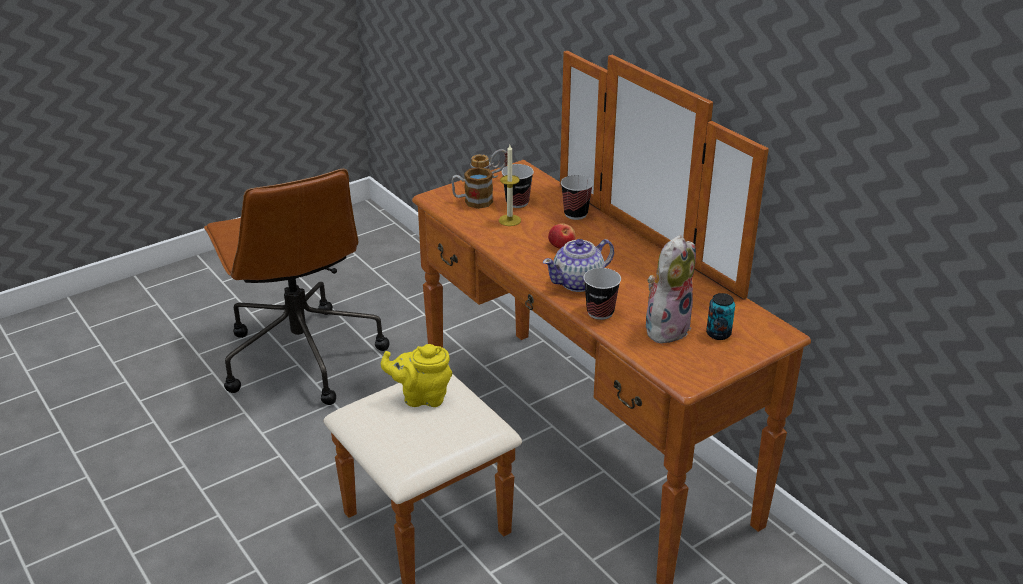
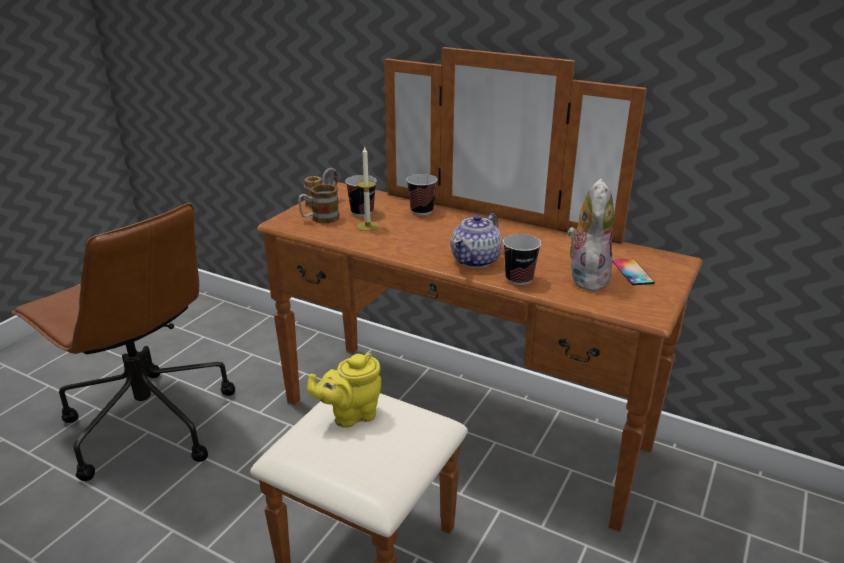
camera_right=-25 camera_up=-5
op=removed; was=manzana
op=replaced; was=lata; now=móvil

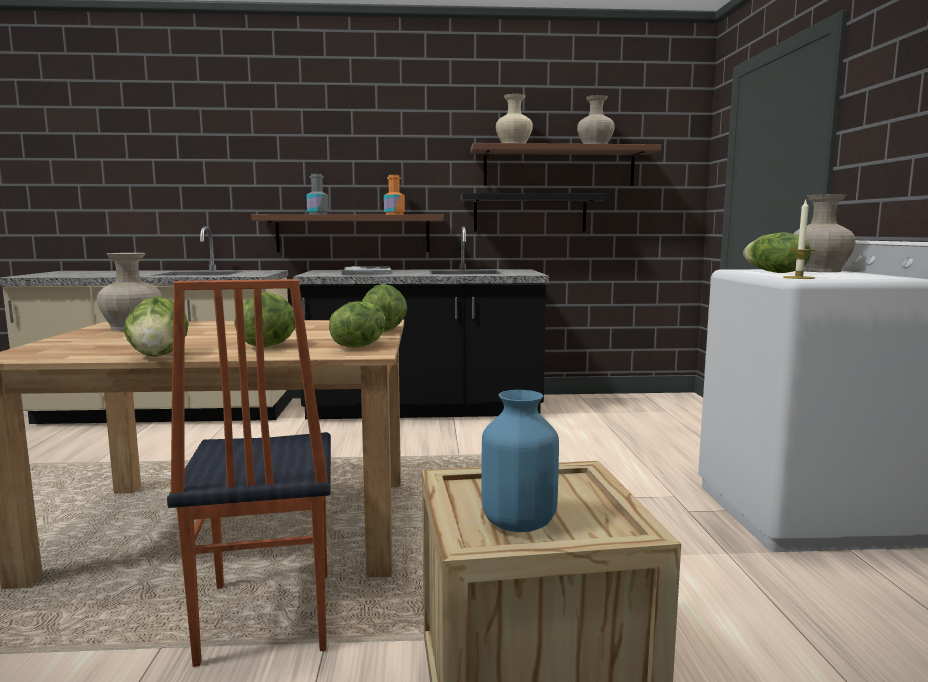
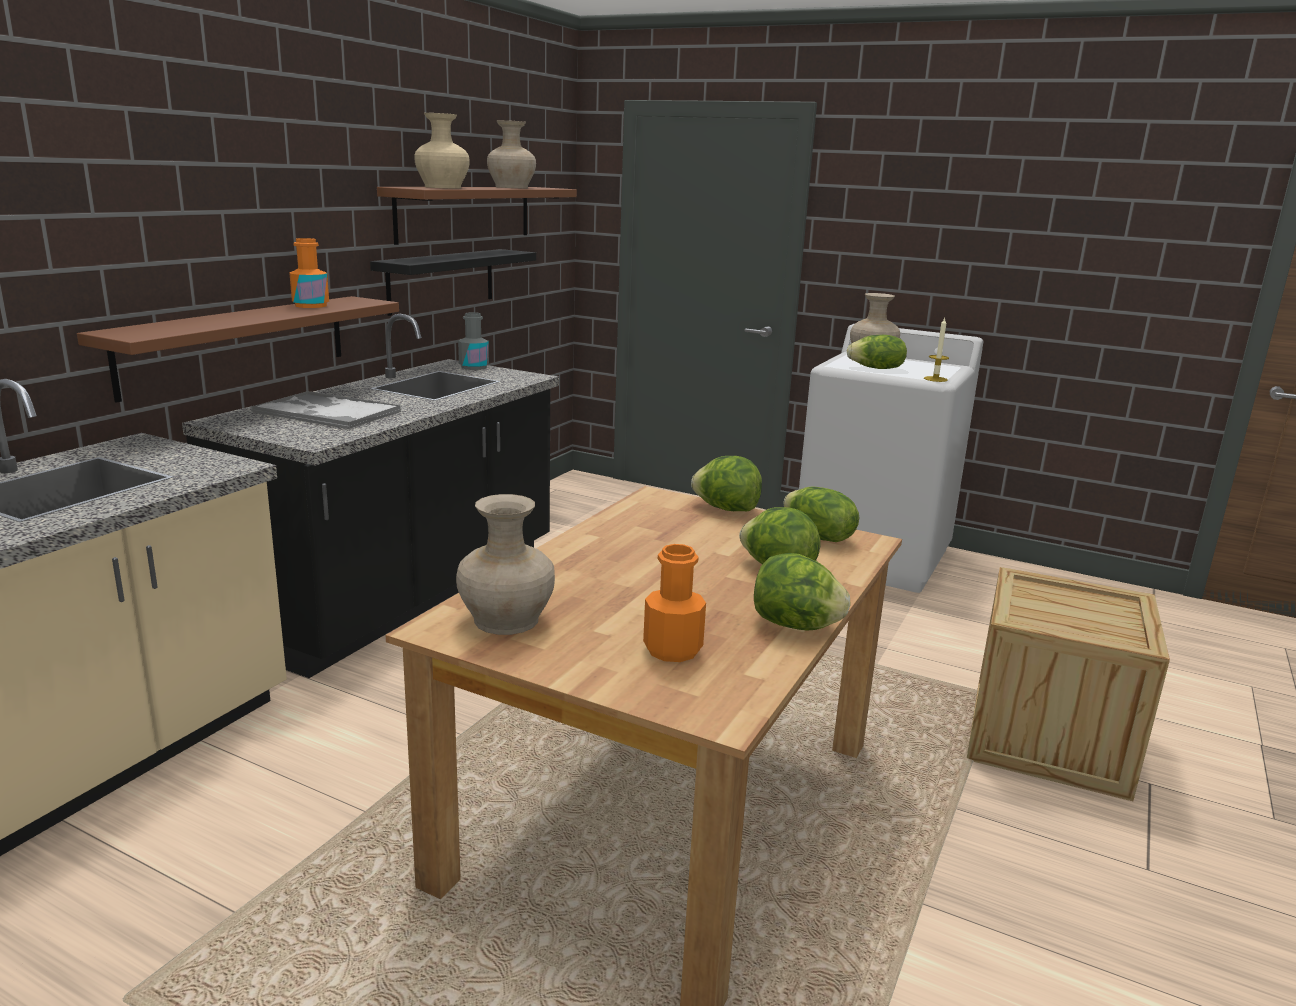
camera_right=-60 camera_up=10
op=moved; was=botella [gris]
op=removed; was=silla
op=removed; was=florero [azul]
op=added; now=botella [naranja] (2nd from left)

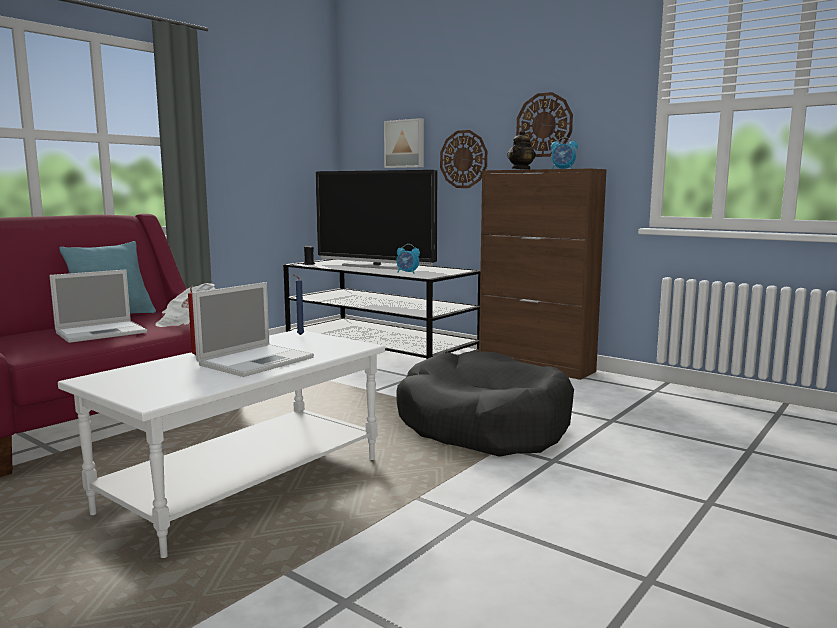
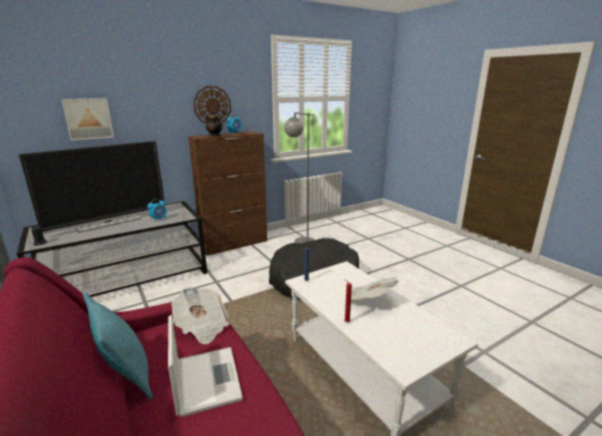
camera_right=-70 camera_up=10
op=removed; was=reloj de pared (1st from left)
op=replaced; was=portátil (2nd from left); now=periódico (2nd from left)
op=added; now=lámpara de pie [gris]

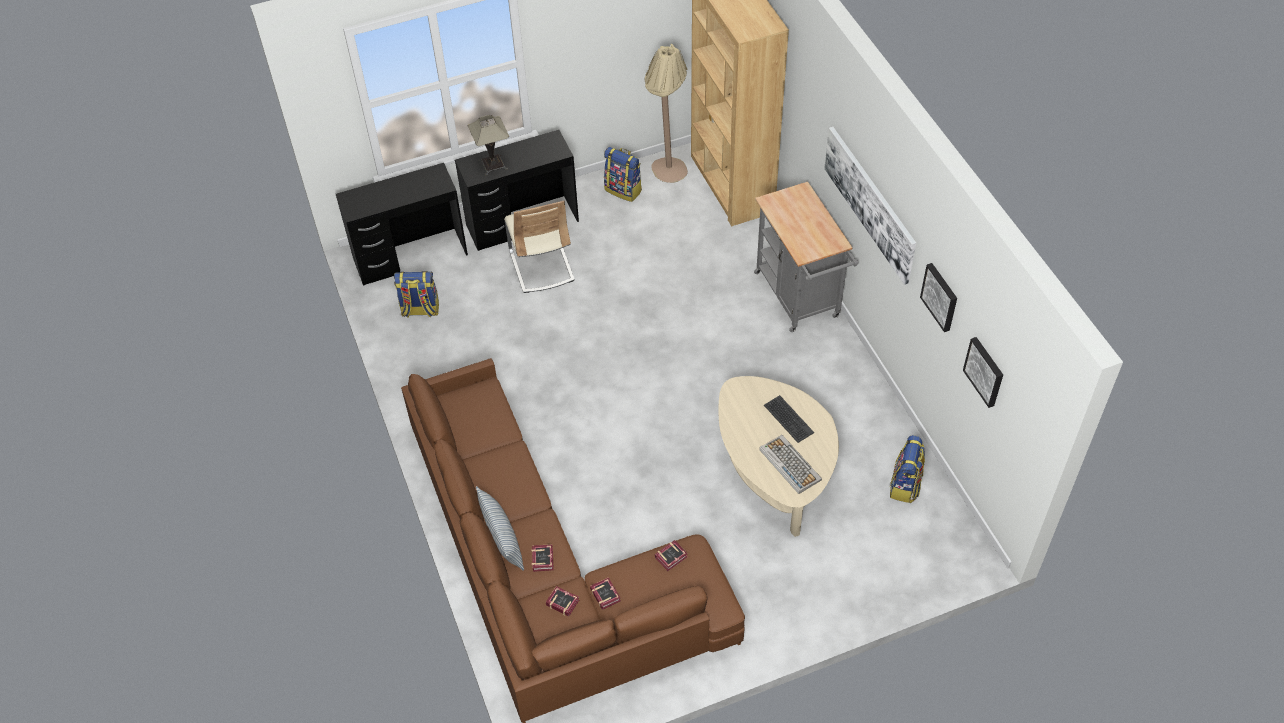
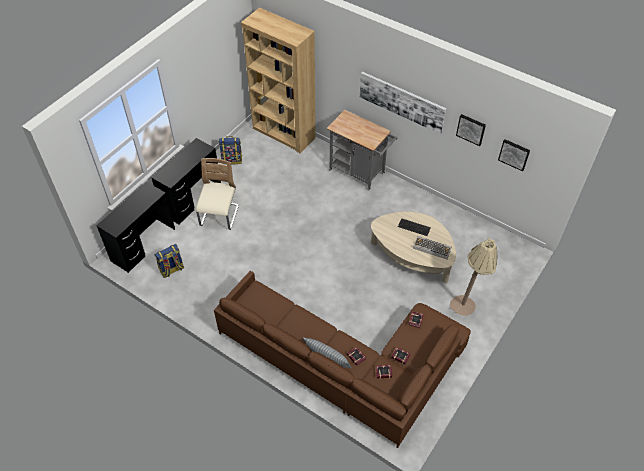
camera_right=-35 camera_up=0
op=moved; was=lámpara de pie [beis]
op=removed; was=lámpara de mesa
op=turned; was=silla [beis]; clockwise=-120
op=removed; was=mochila (3rd from left)

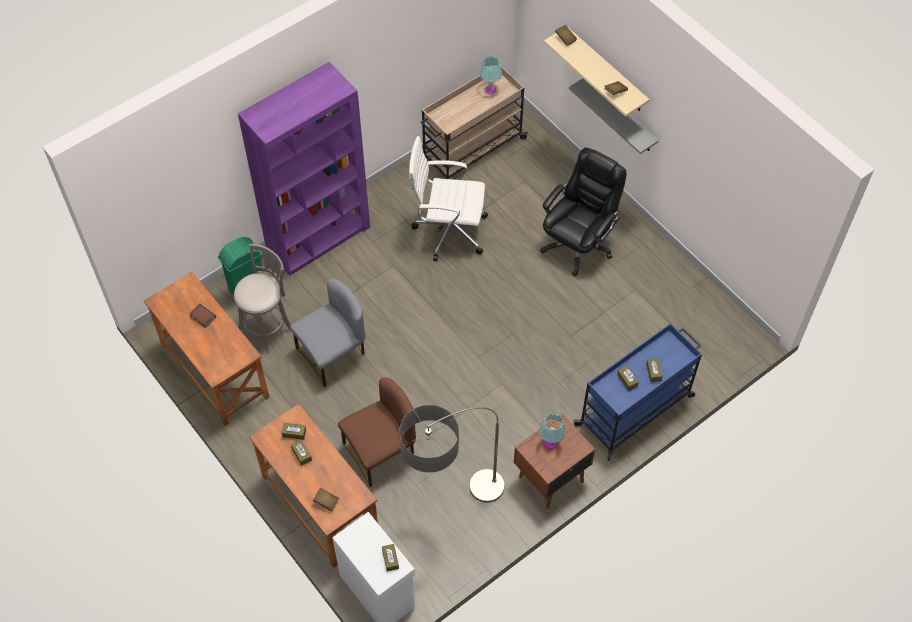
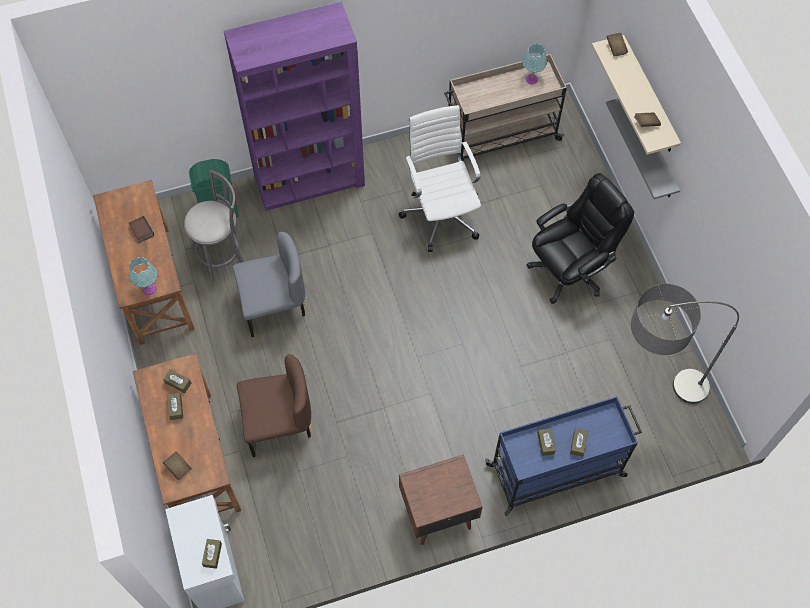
camera_right=20 camera_up=5
op=turned; was=silla de oficina [blanco]; clockwise=45
op=moved; was=lámpara de pie
op=moved; was=lámpara de mesa [turquesa] (2nd from left in the first image); now=lámpara de mesa [turquesa] (1st from left)

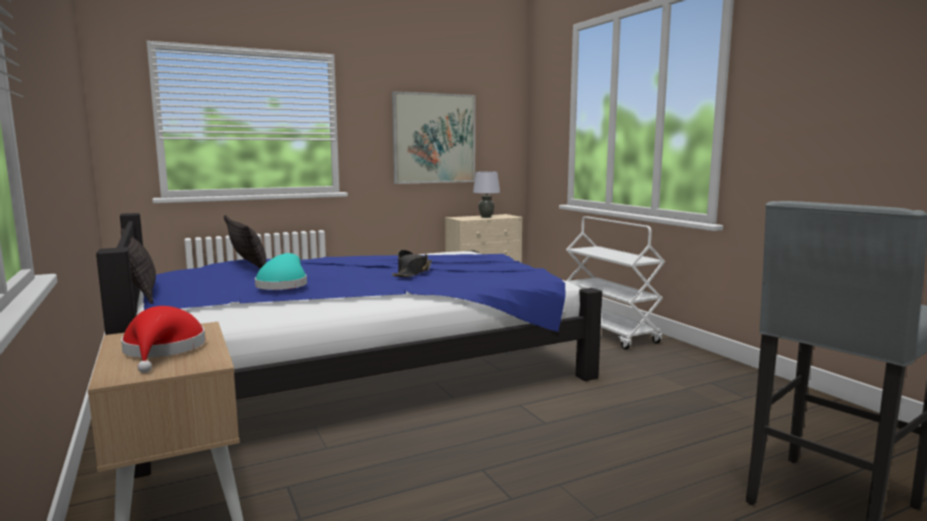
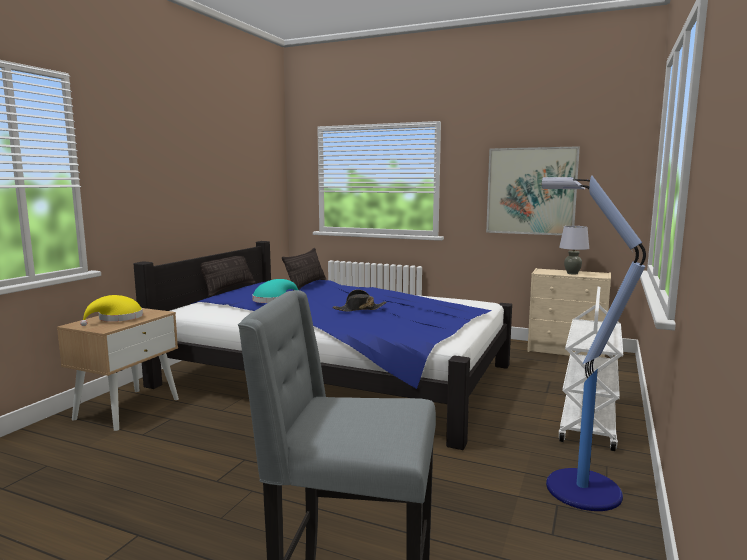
camera_right=50 camera_up=0
op=recoloured; was=sombrero [rojo]; now=sombrero [amarillo]
op=added; now=lámpara de pie

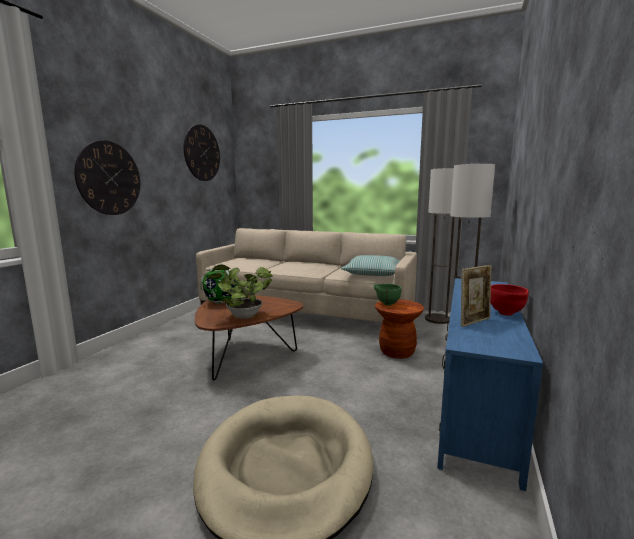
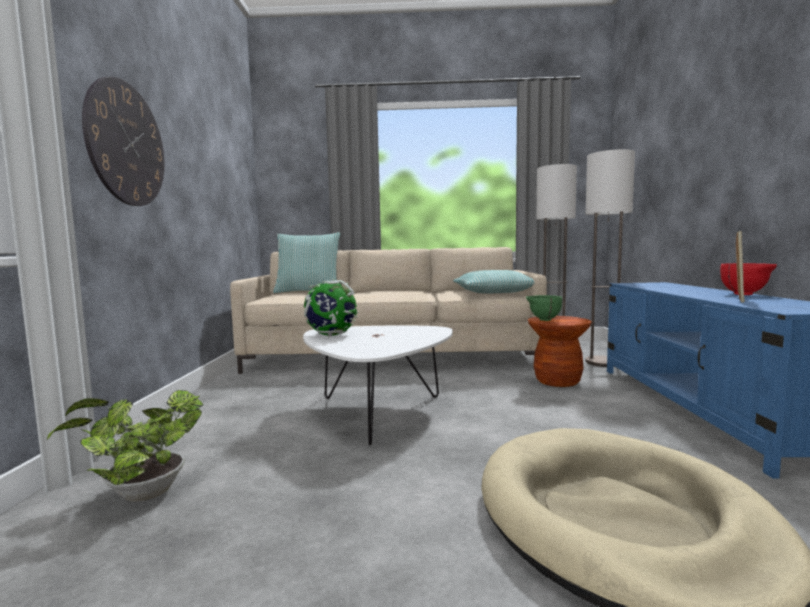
camera_right=-20 camera_up=-5
op=removed; was=reloj de pared (2nd from left)
op=moved; was=planta en maceta
op=recoloured; was=mesa de centro [marrón]; now=mesa de centro [blanco]
op=added; now=cojín (1st from left)

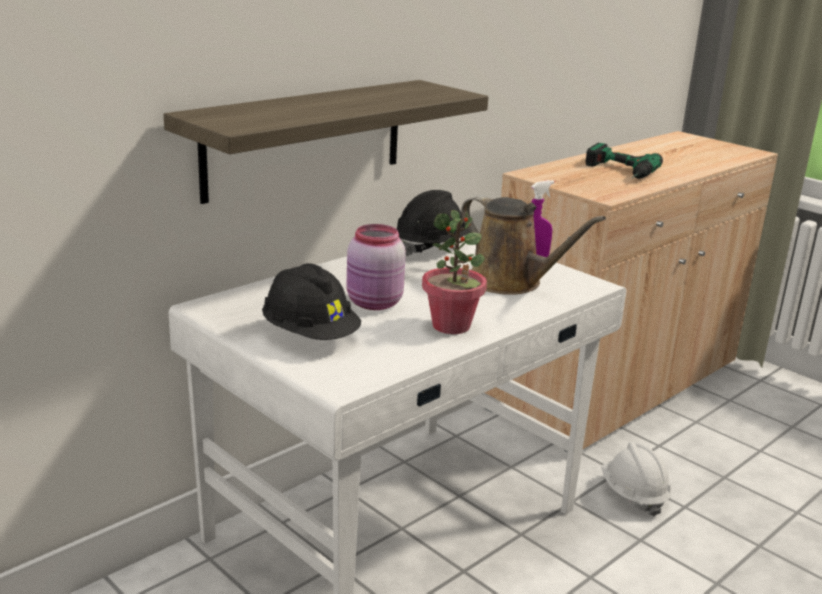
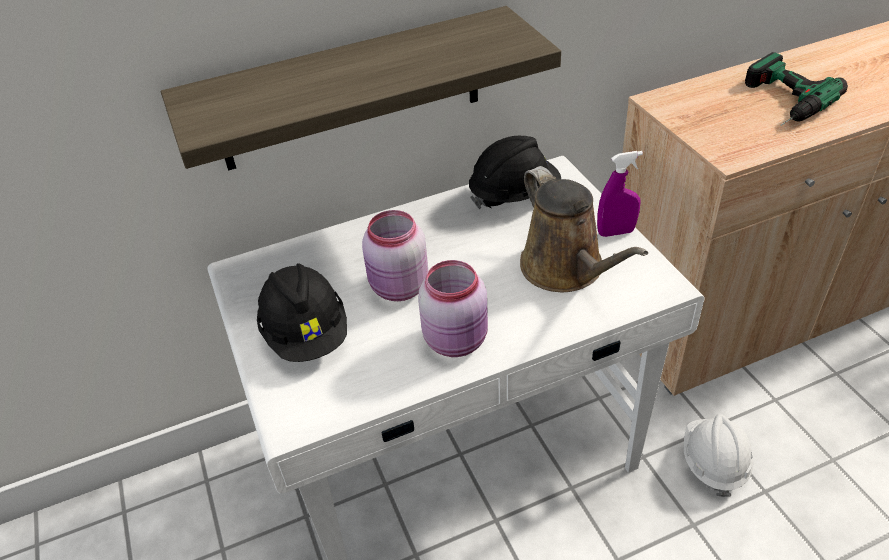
camera_right=25 camera_up=20
op=replaced; was=planta en maceta; now=tarro [rosa] (2nd from left)

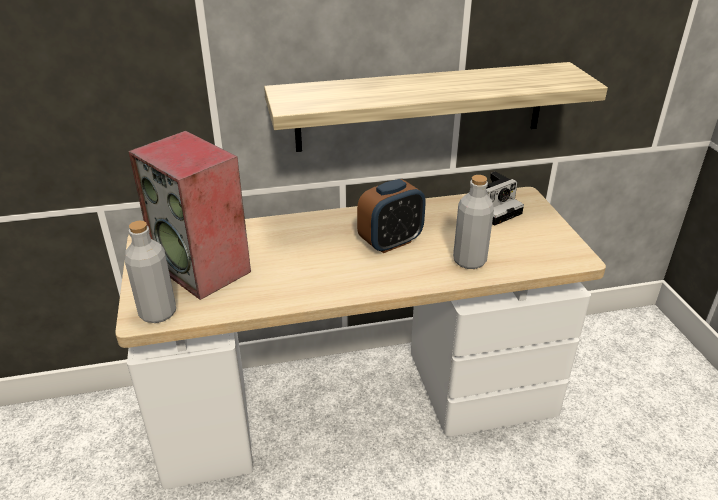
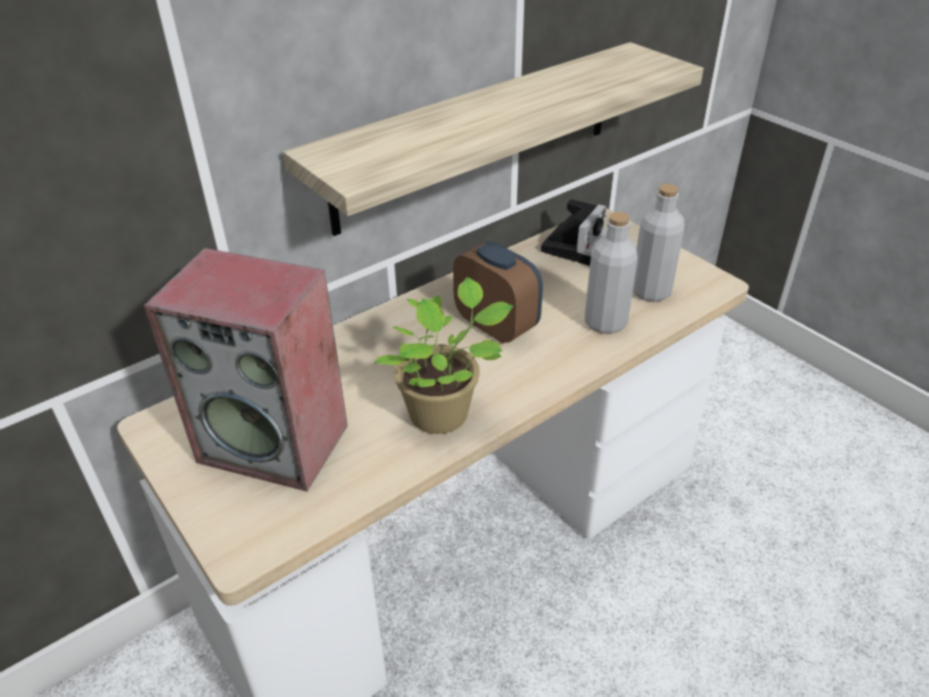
camera_right=-25 camera_up=5
op=turned; was=despertador; clockwise=-75
op=moved; was=botella [gris] (1st from left in the first image); now=botella [gris] (2nd from left)
op=added; now=planta en maceta

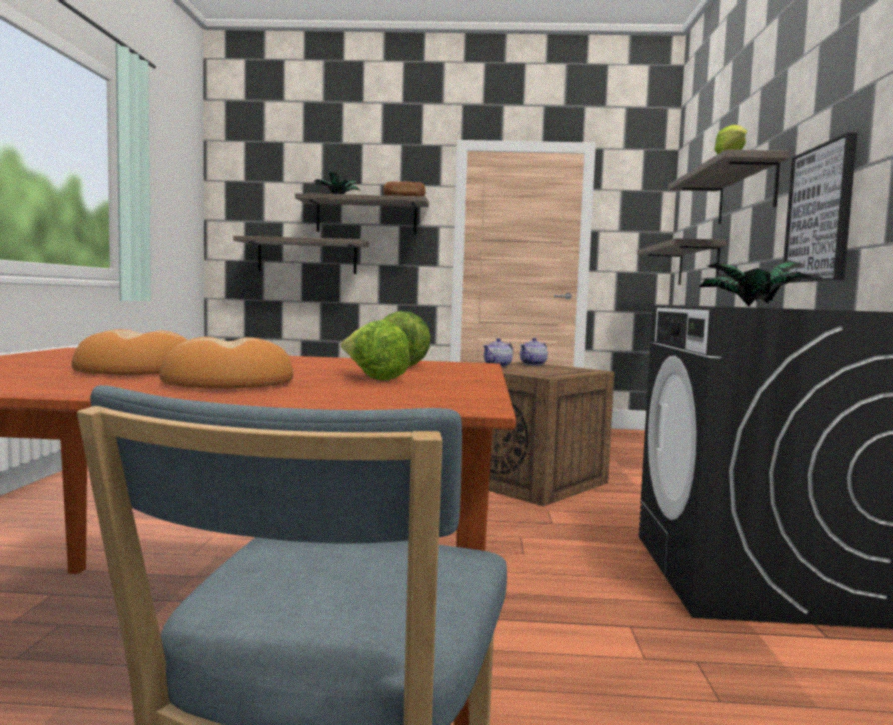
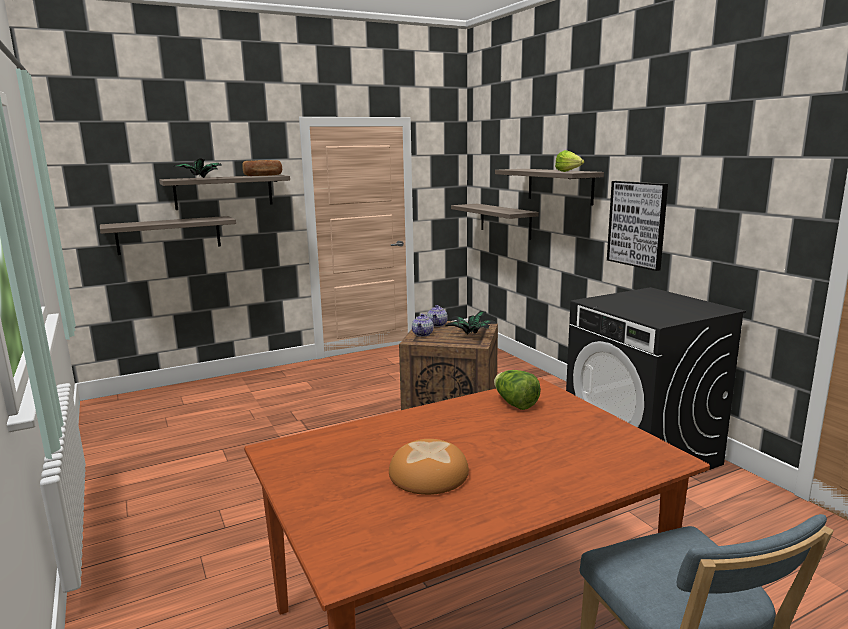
camera_right=-30 camera_up=10
op=moved; was=planta en maceta (2nd from left)
op=removed; was=lechuga (1st from left)
op=removed; was=pan (2nd from left)

